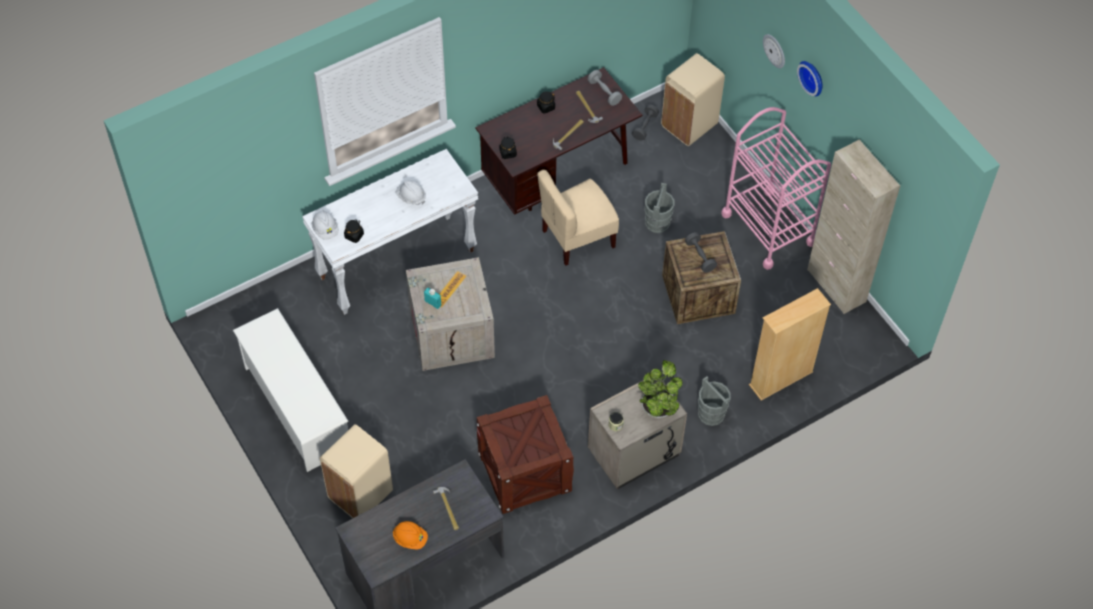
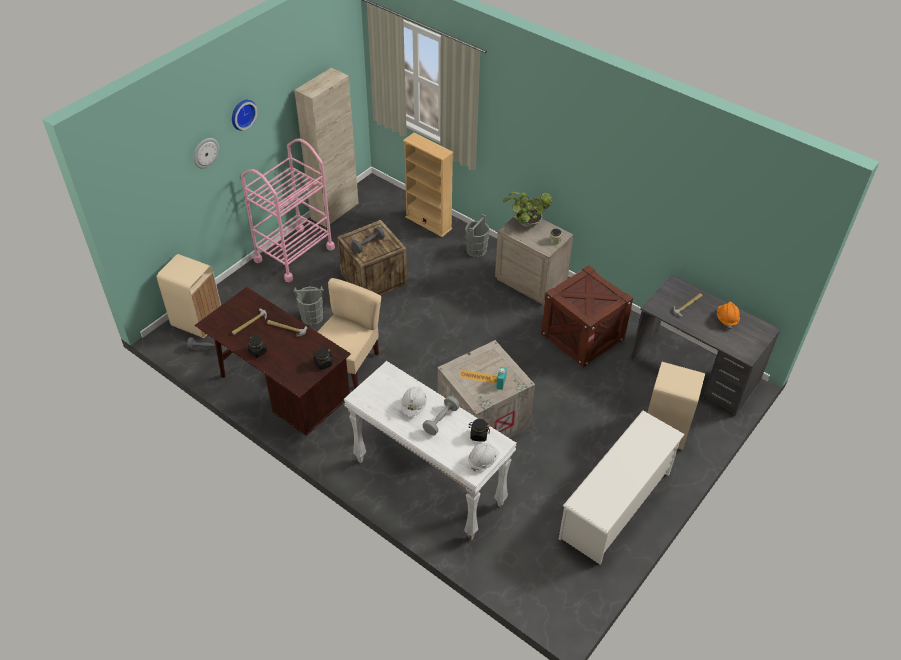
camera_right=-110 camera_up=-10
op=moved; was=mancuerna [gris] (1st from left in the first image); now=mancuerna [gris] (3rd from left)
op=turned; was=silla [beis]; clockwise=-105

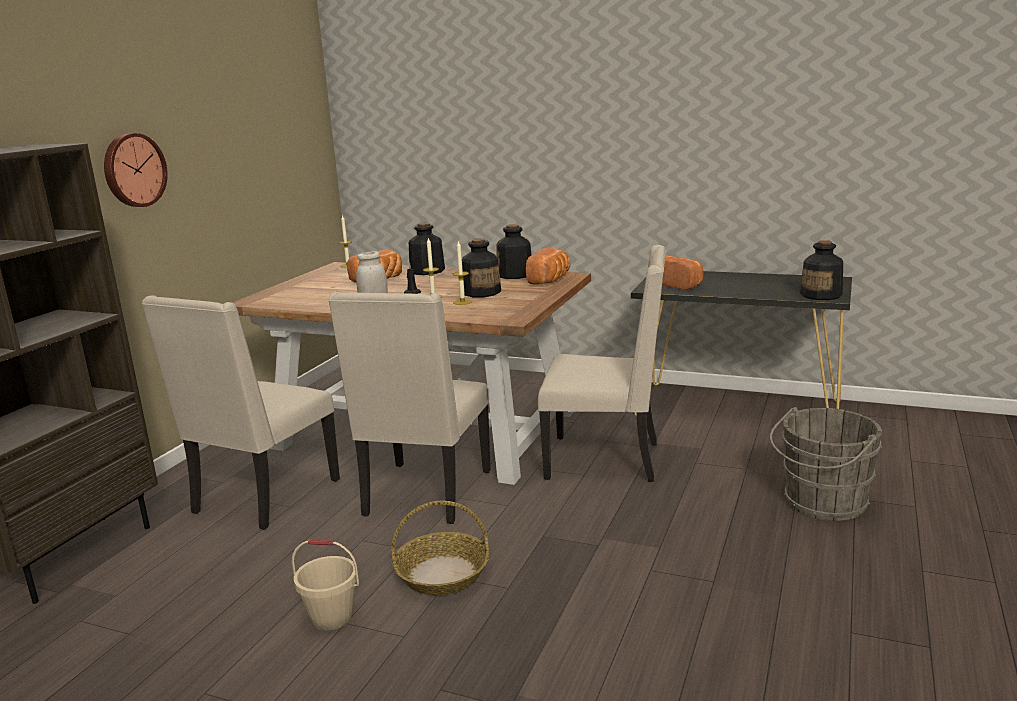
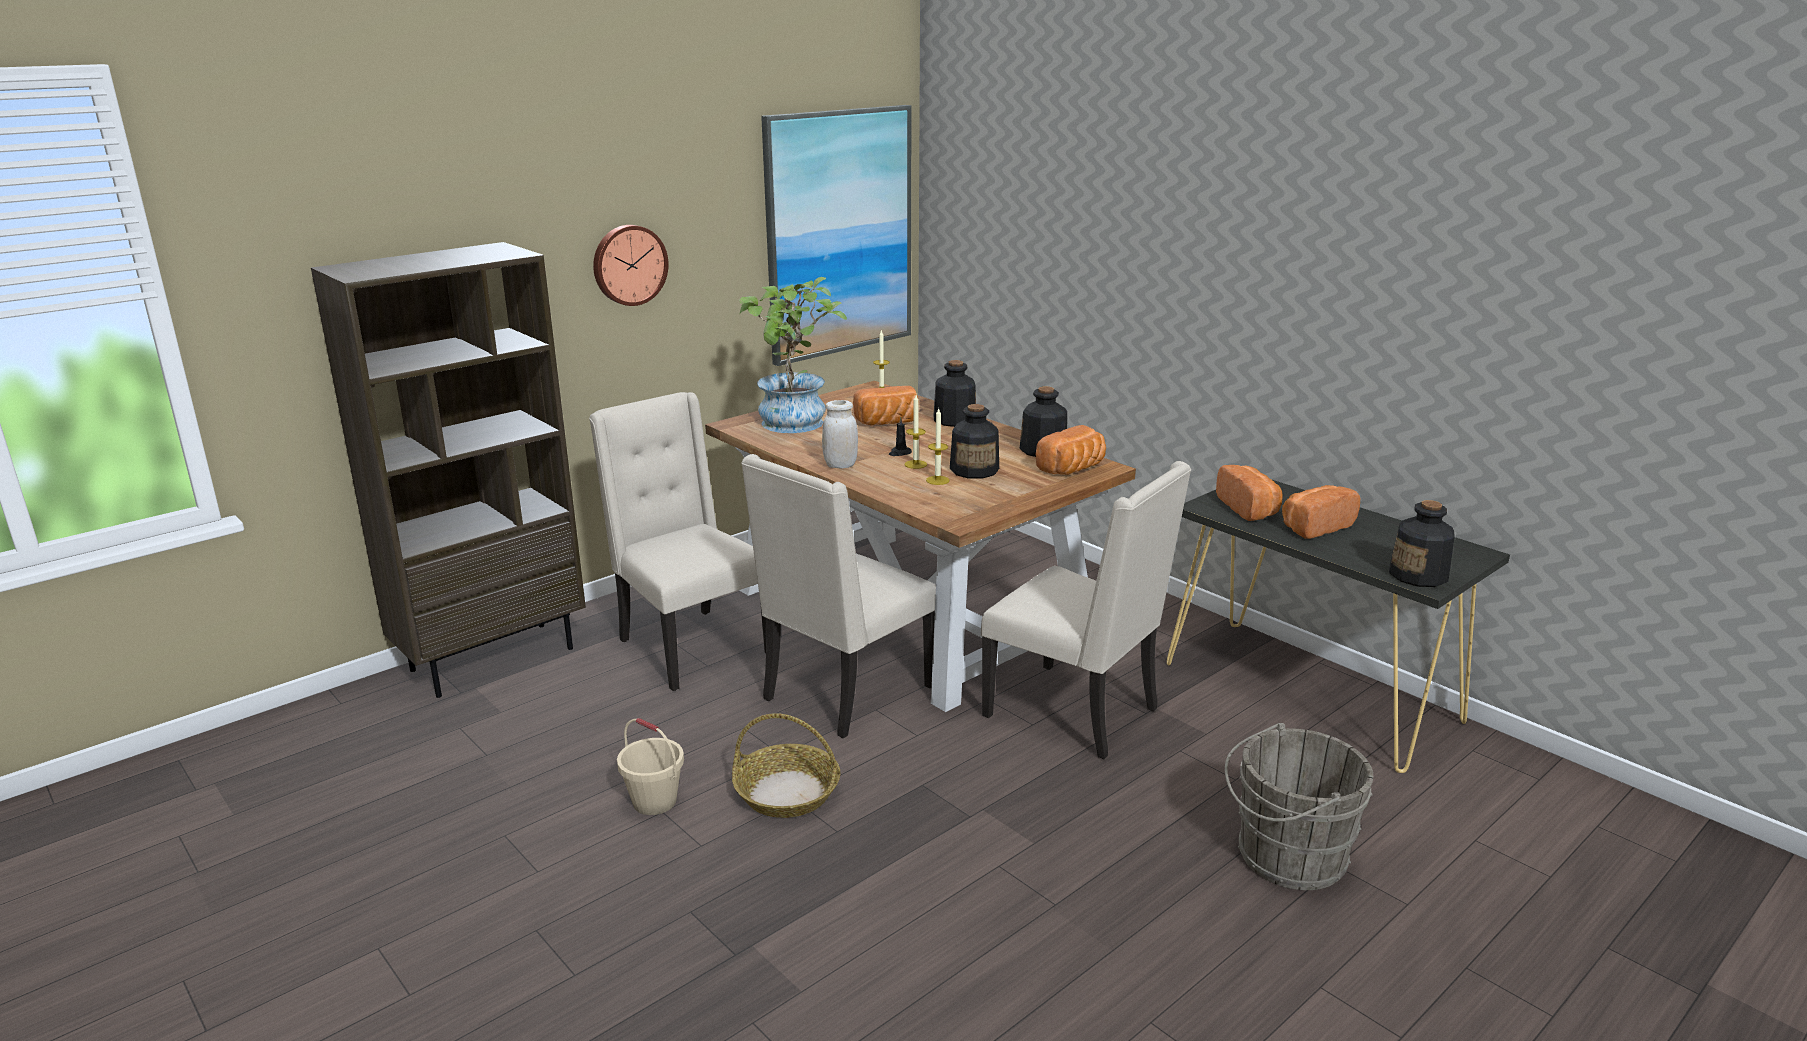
camera_right=25 camera_up=5
op=turned; was=silla [beis] (1st from left); clockwise=90
op=added; now=cuadro
op=added; now=planta en maceta
op=added; now=pan (4th from left)

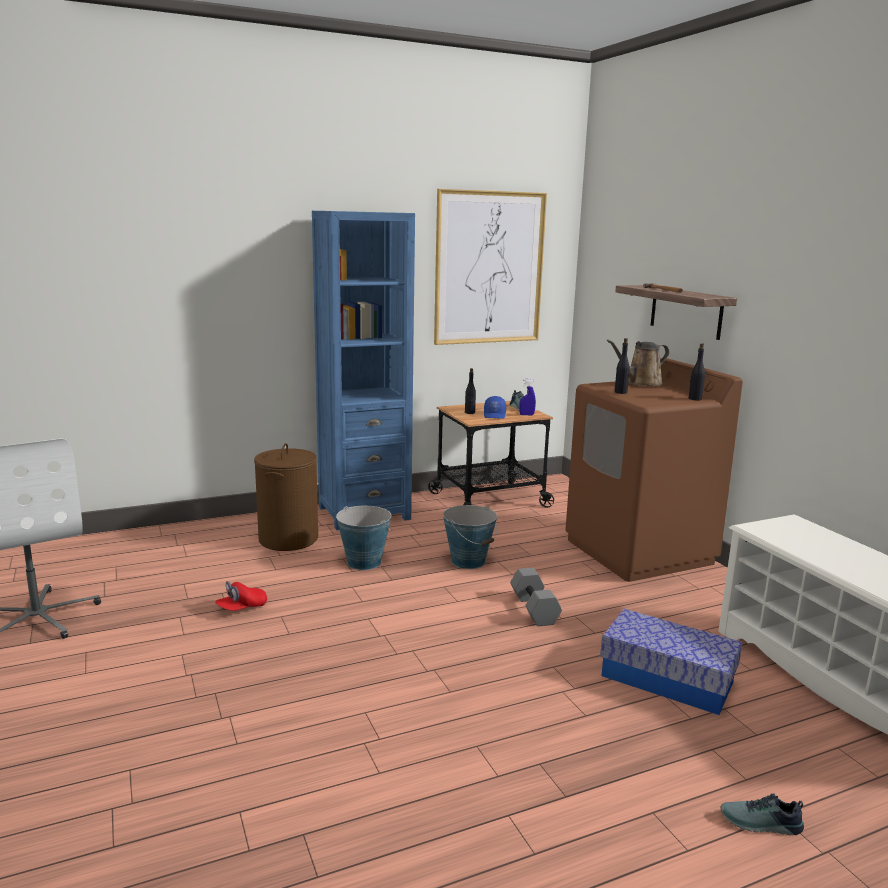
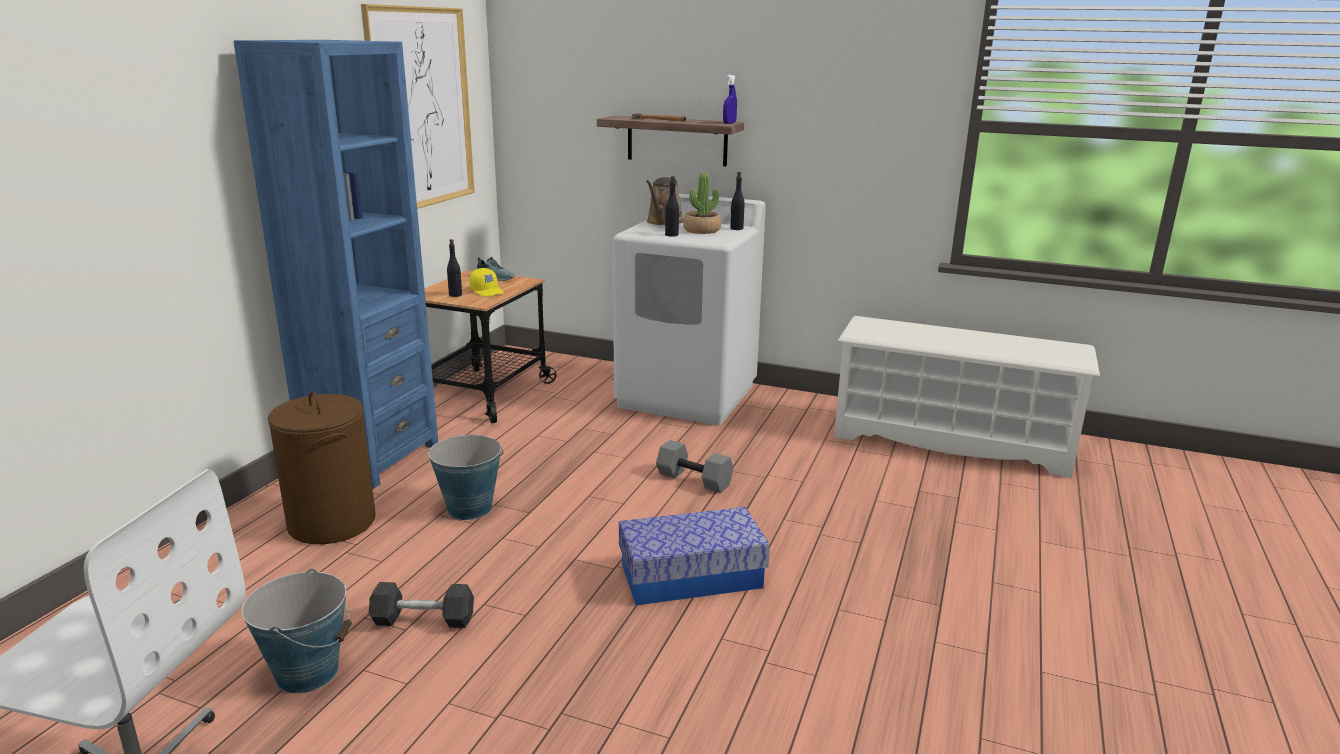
camera_right=-45 camera_up=5
op=recoloured; was=lavadora [marrón]; now=lavadora [blanco]
op=moved; was=pulverizador [azul]
op=recoloured; was=gorra [azul]; now=gorra [amarillo]
op=moved; was=cubo (2nd from left in the first image); now=cubo (1st from left)
op=replaced; was=gorra [rojo]; now=mancuerna [gris] (1st from left)
op=moved; was=caja de almacenaje
op=removed; was=zapato (2nd from left)
op=added; now=planta en maceta

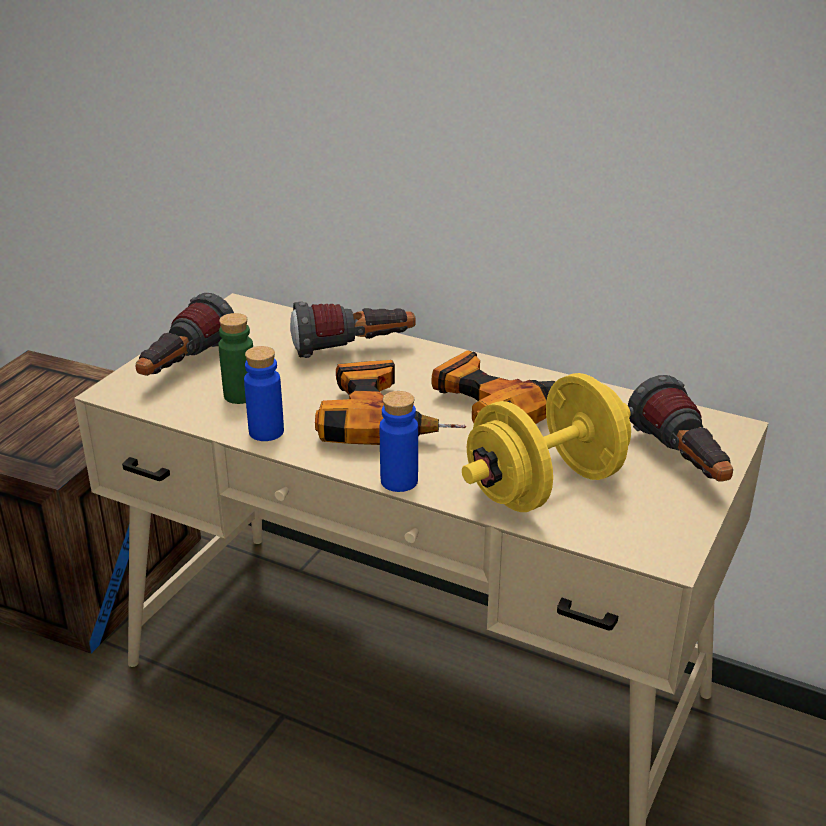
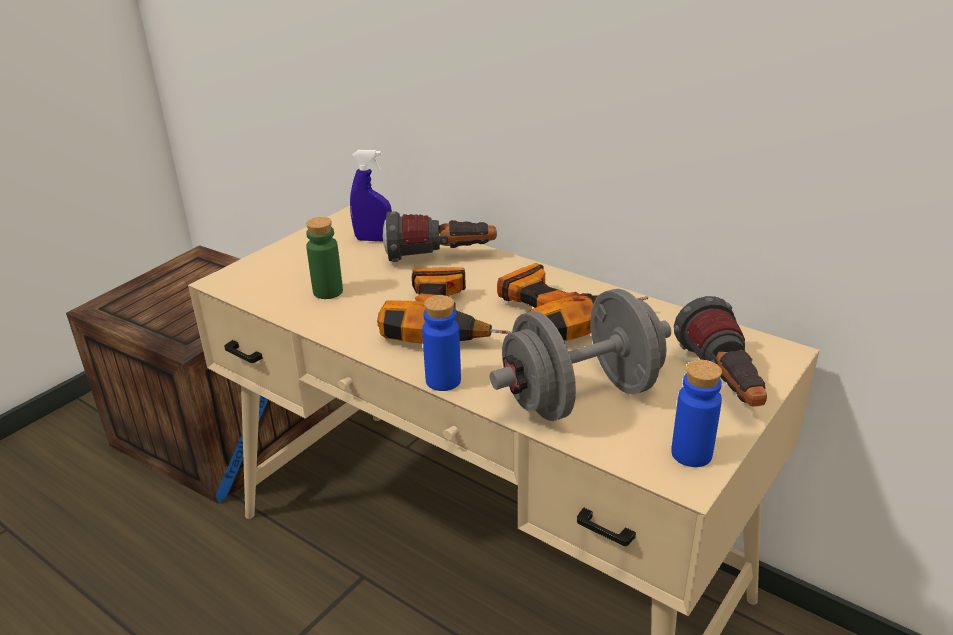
camera_right=10 camera_up=0
op=removed; was=linterna (1st from left)
op=moved; was=botella [azul] (1st from left in the first image); now=botella [azul] (2nd from left)
op=recoloured; was=mancuerna [amarillo]; now=mancuerna [gris]
op=added; now=pulverizador [azul]

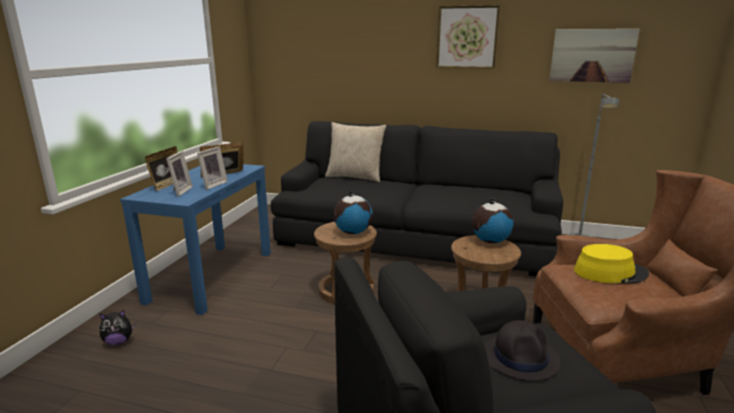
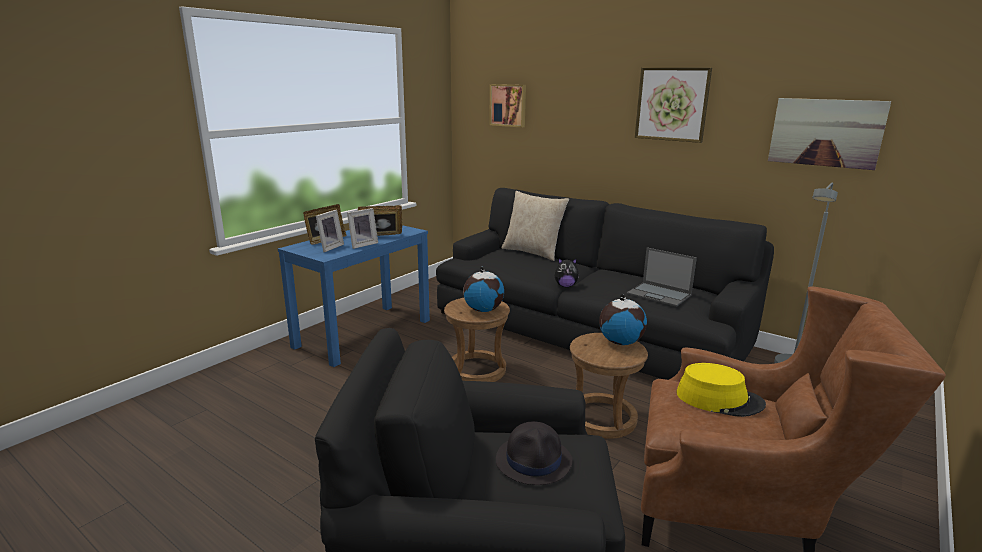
camera_right=20 camera_up=0
op=moved; was=peluche
op=added; now=cuadro (1st from left)
op=added; now=portátil

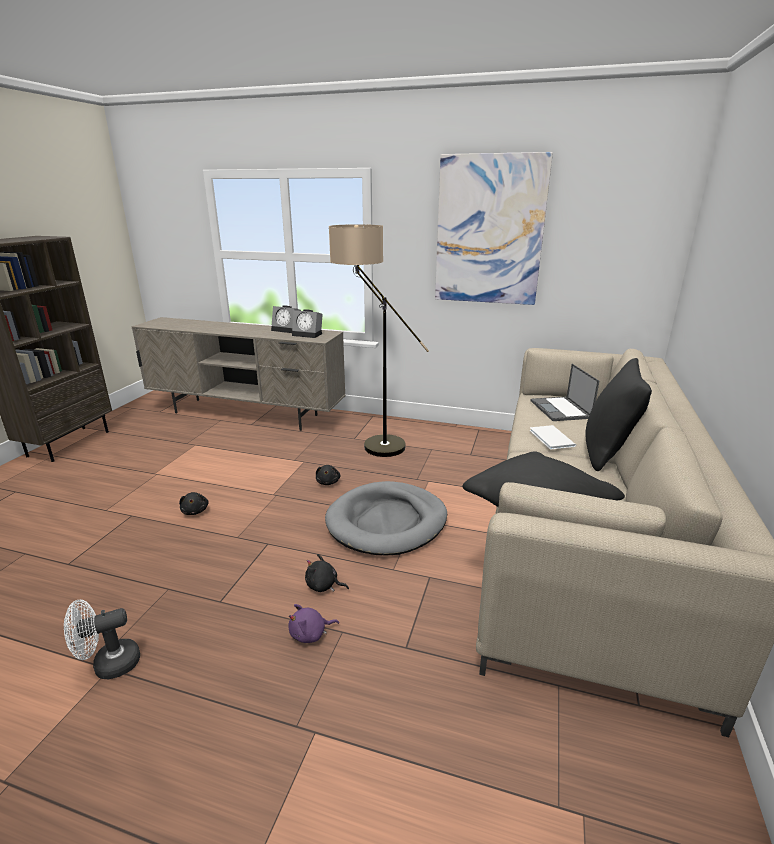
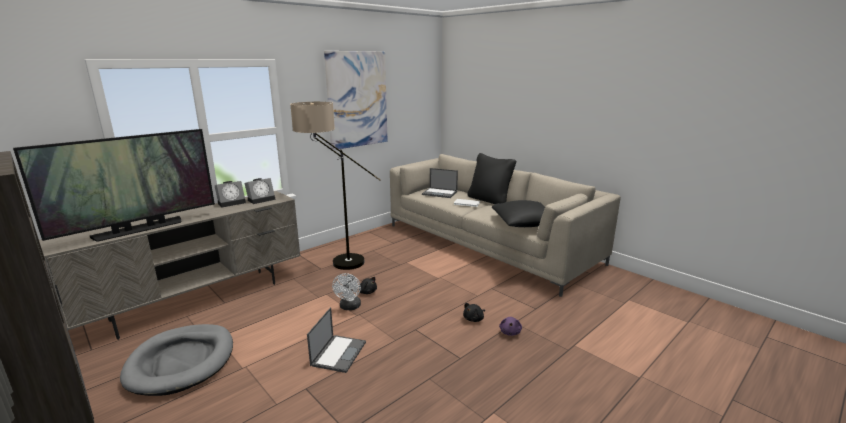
camera_right=-60 camera_up=-5
op=moved; was=cama para perro [gris]
op=replaced; was=peluche [negro] (1st from left); now=portátil (1st from left)
op=moved; was=ventilador [blanco]
op=added; now=televisor

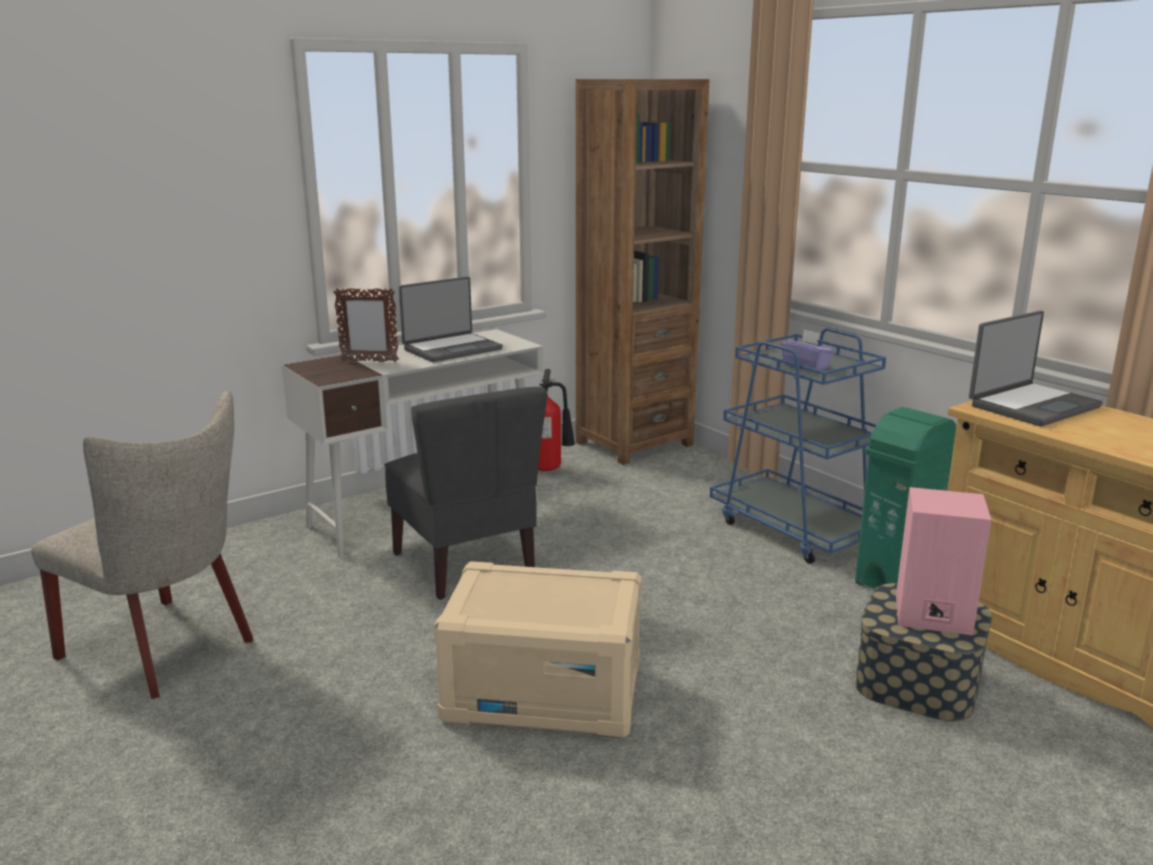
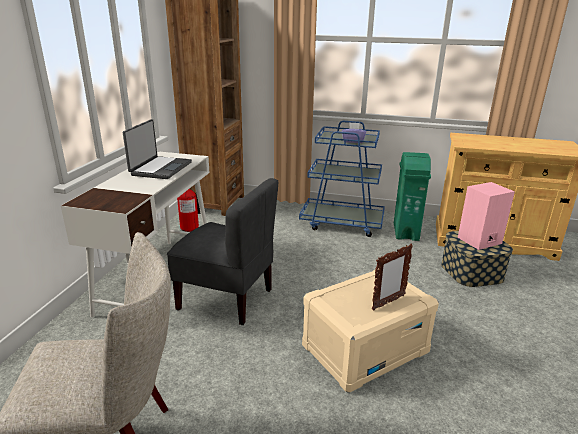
camera_right=-40 camera_up=5
op=moved; was=portarretratos
op=removed; was=portátil (2nd from left)

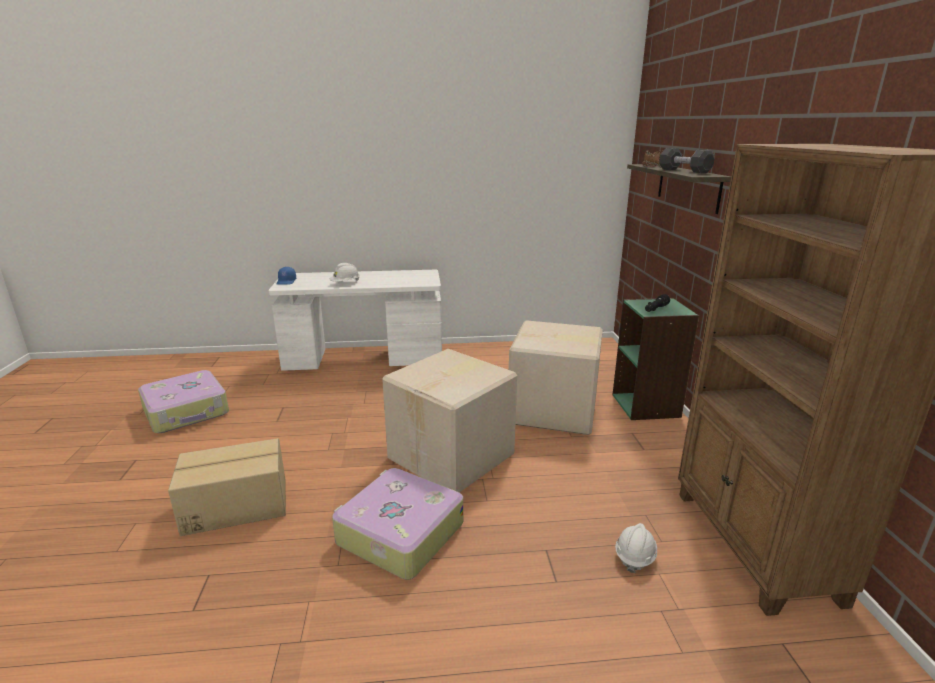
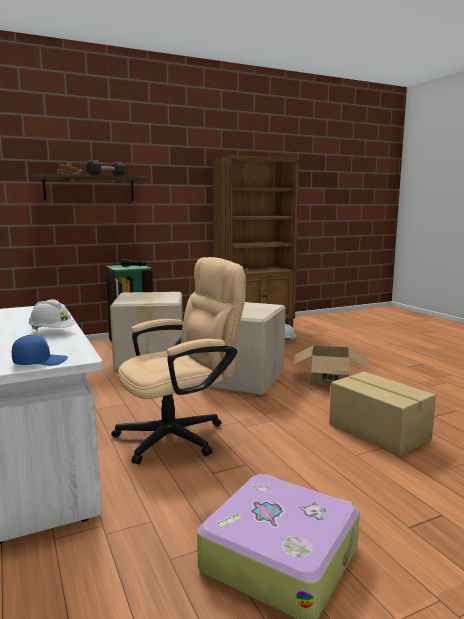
camera_right=-110 camera_up=-10
op=replaced; was=maleta (2nd from left); now=caja de cartón (3rd from left)
op=added; now=silla de oficina [beis]

